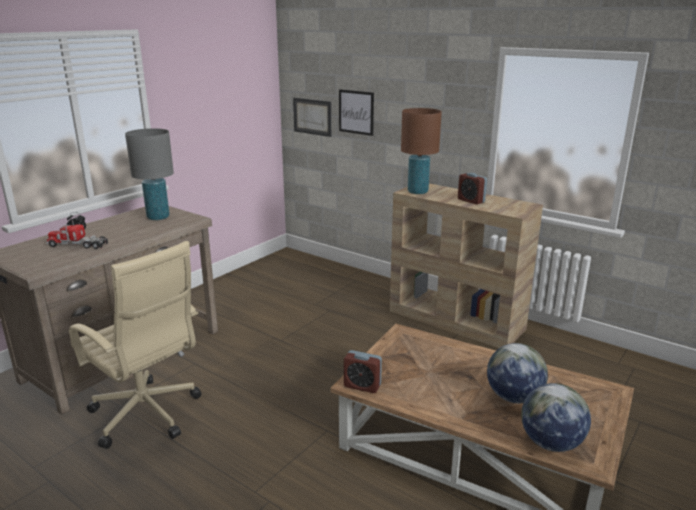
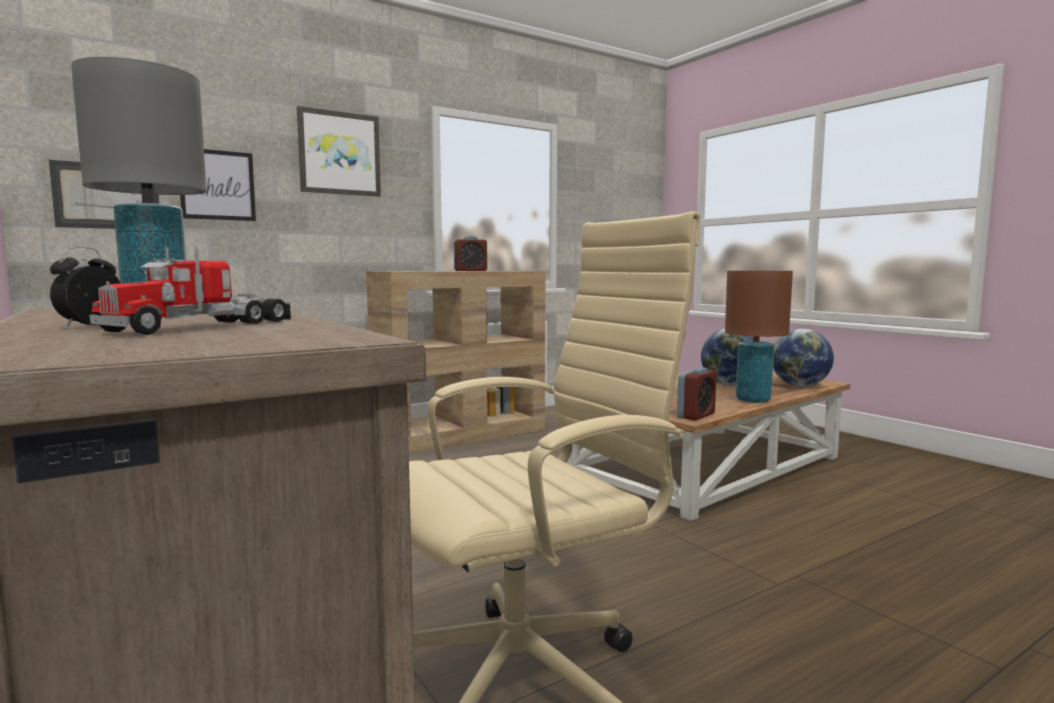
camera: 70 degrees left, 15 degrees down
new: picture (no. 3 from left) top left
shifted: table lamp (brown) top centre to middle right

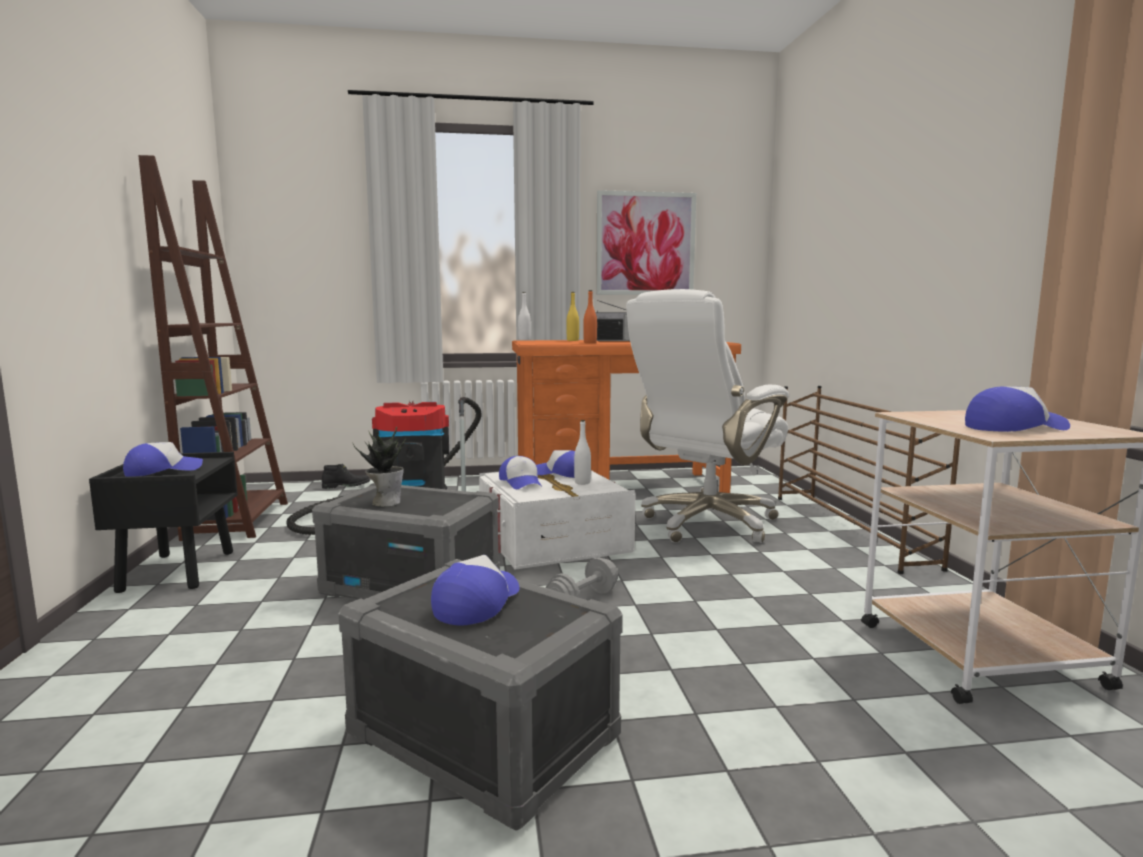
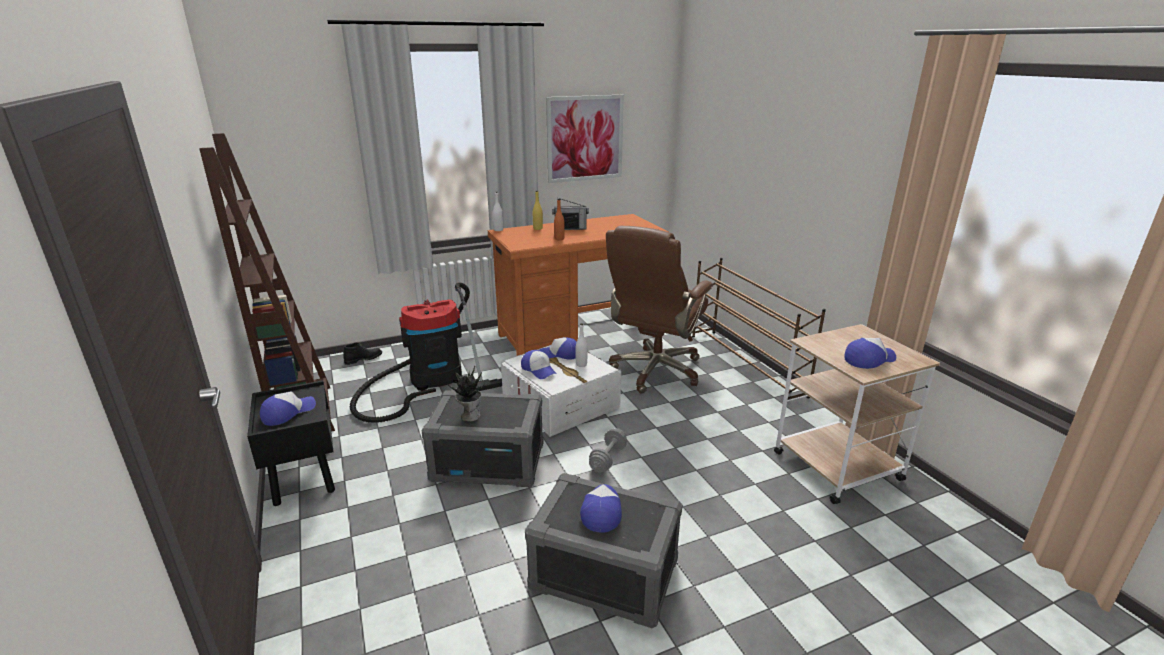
camera: 15 degrees left, 15 degrees up
repainted: office chair (white) centre to office chair (brown) centre

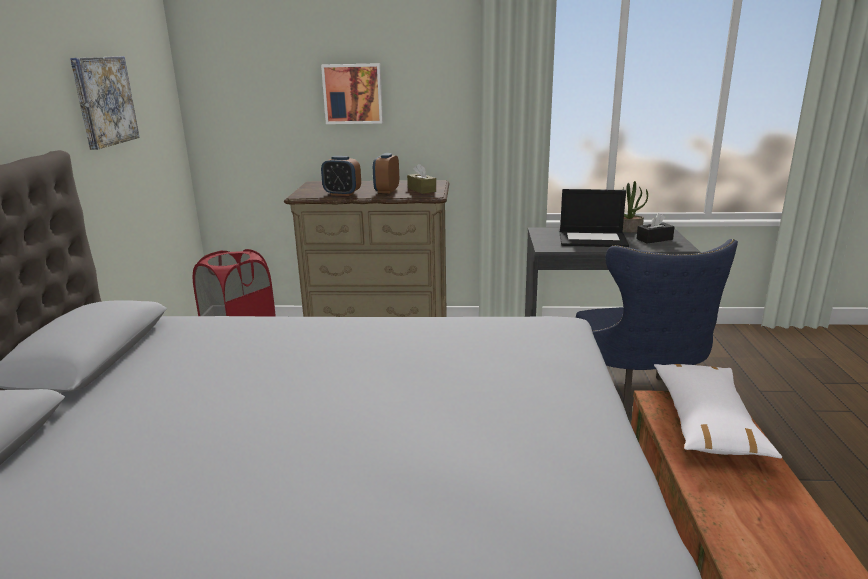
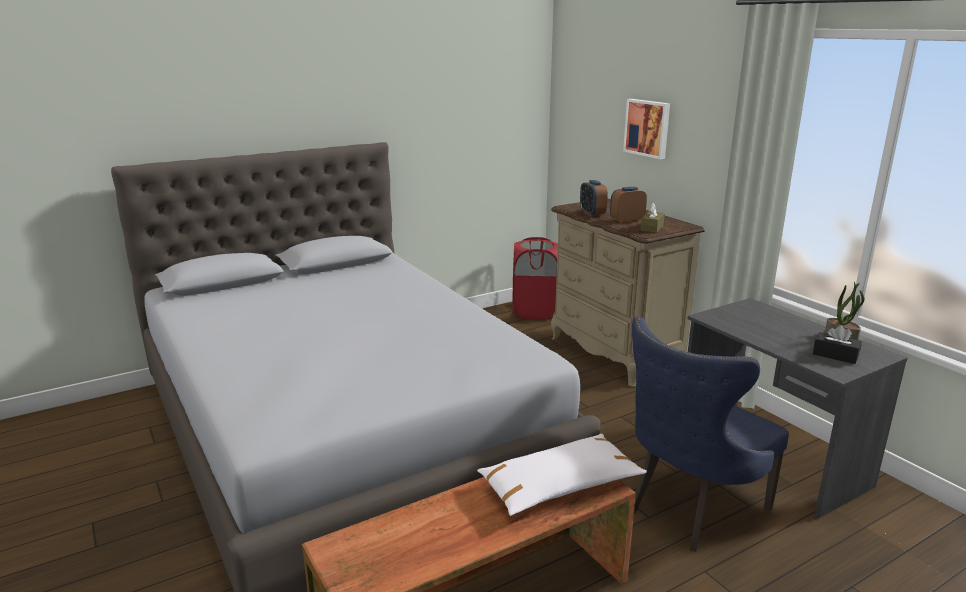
camera: 55 degrees right, 0 degrees up
gone: picture (no. 1 from left) top left; laptop middle right

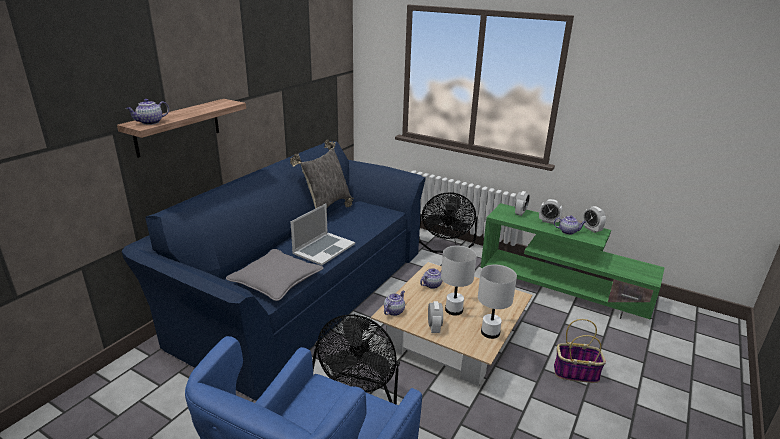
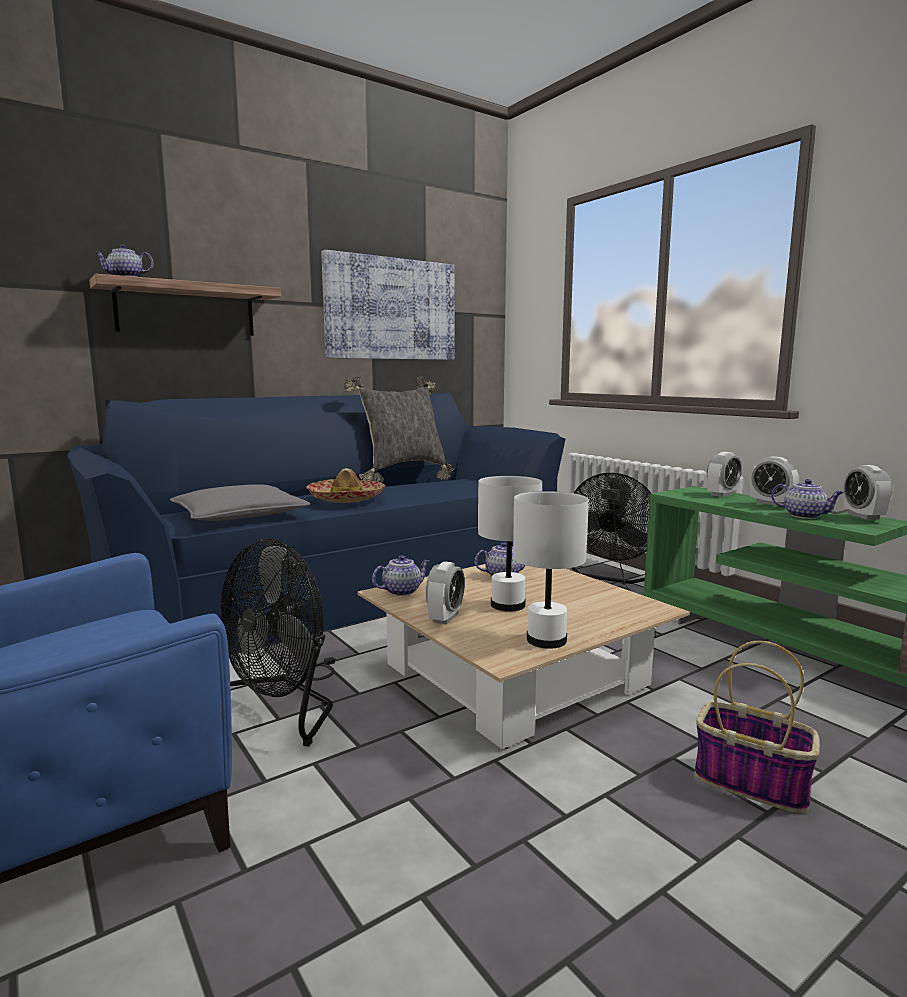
camera: 25 degrees right, 15 degrees down
new: picture top centre
swapped: laptop centre to hat centre

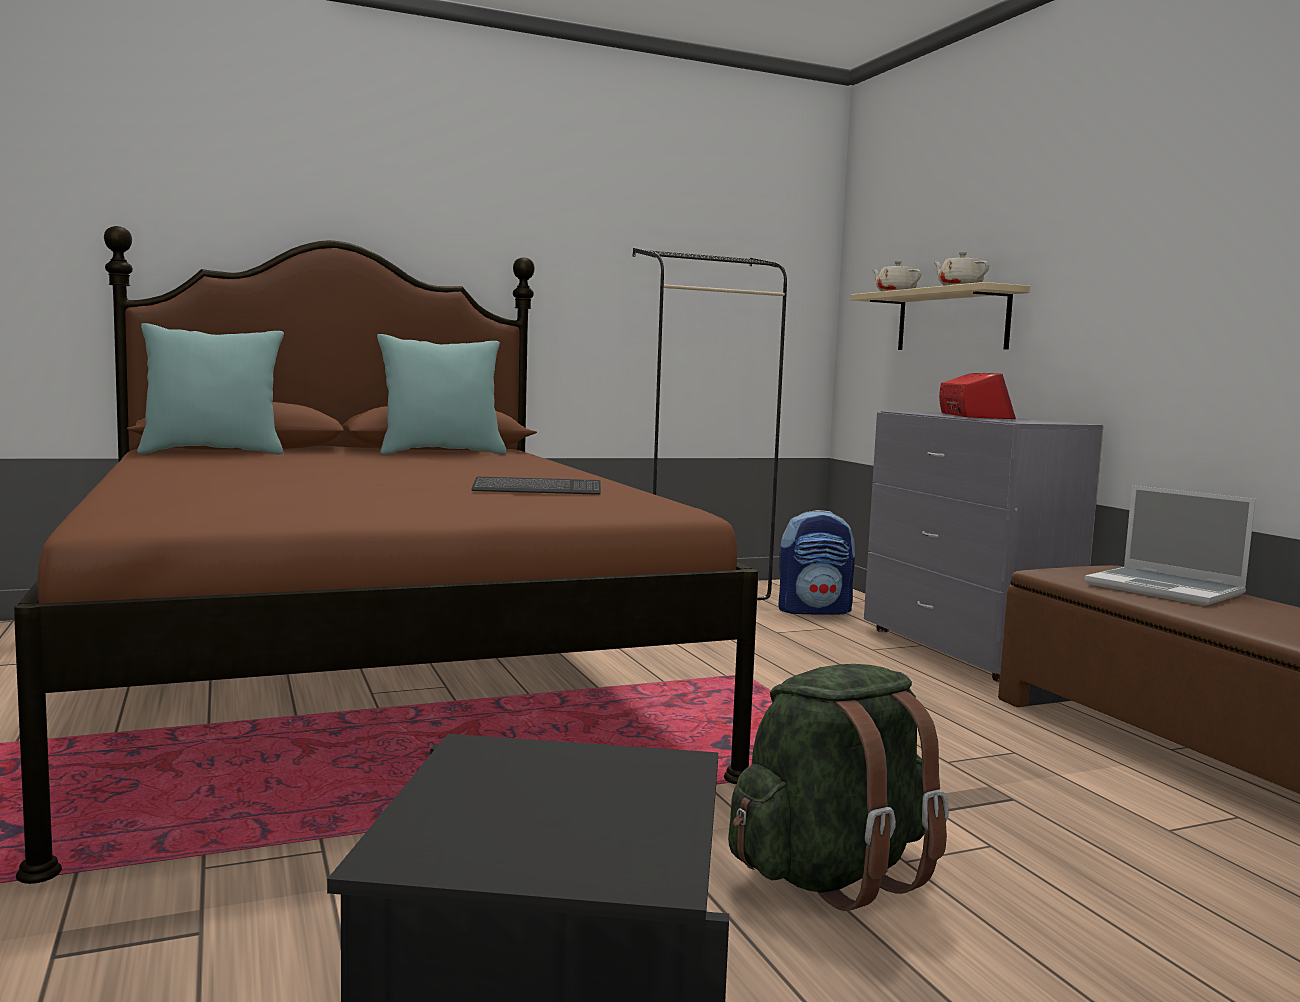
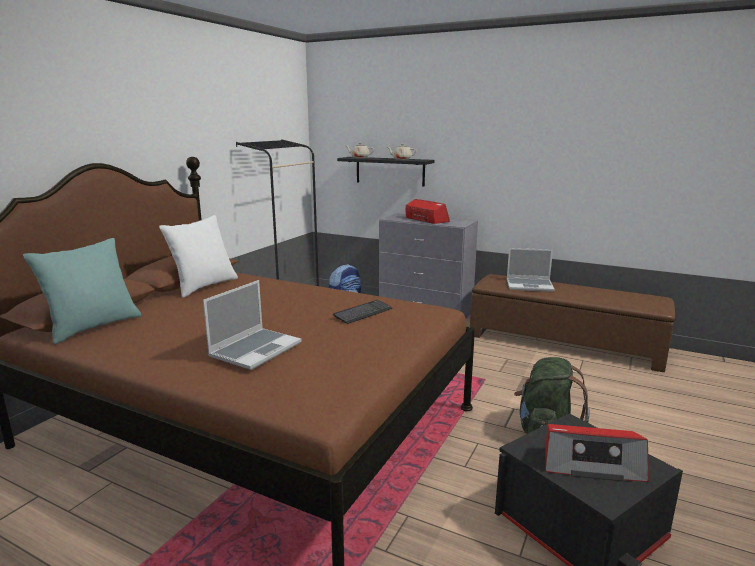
camera: 40 degrees left, 10 degrees up
new: laptop (no. 1 from left) centre; radio (no. 2 from left) bottom right
repainted: pillow (turquoise) (no. 2 from left) centre to pillow (white) middle left; shelf (beige) top right to shelf (black) top centre

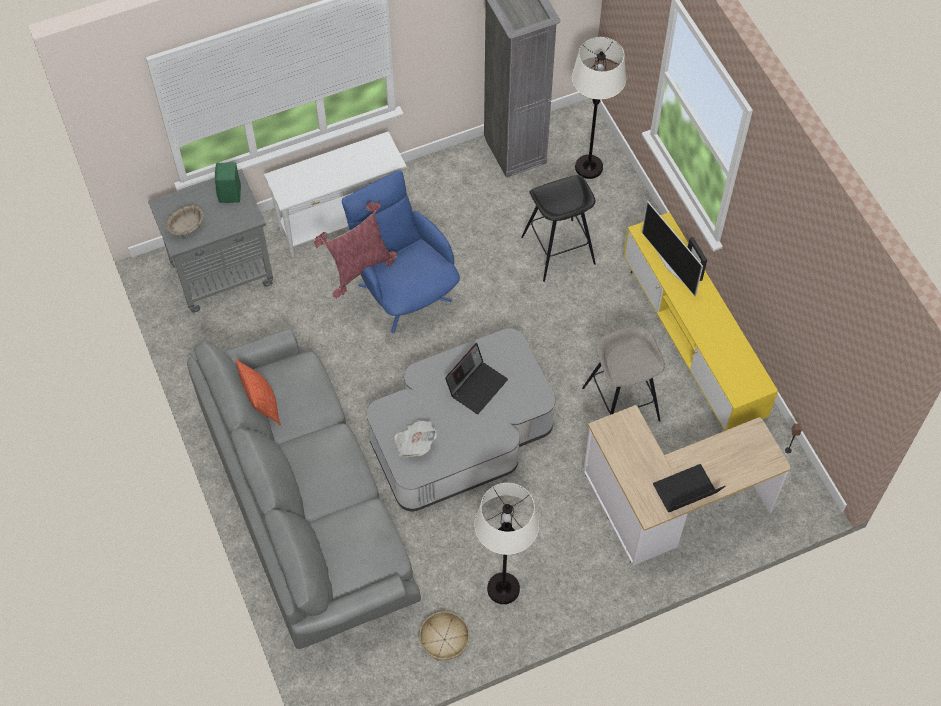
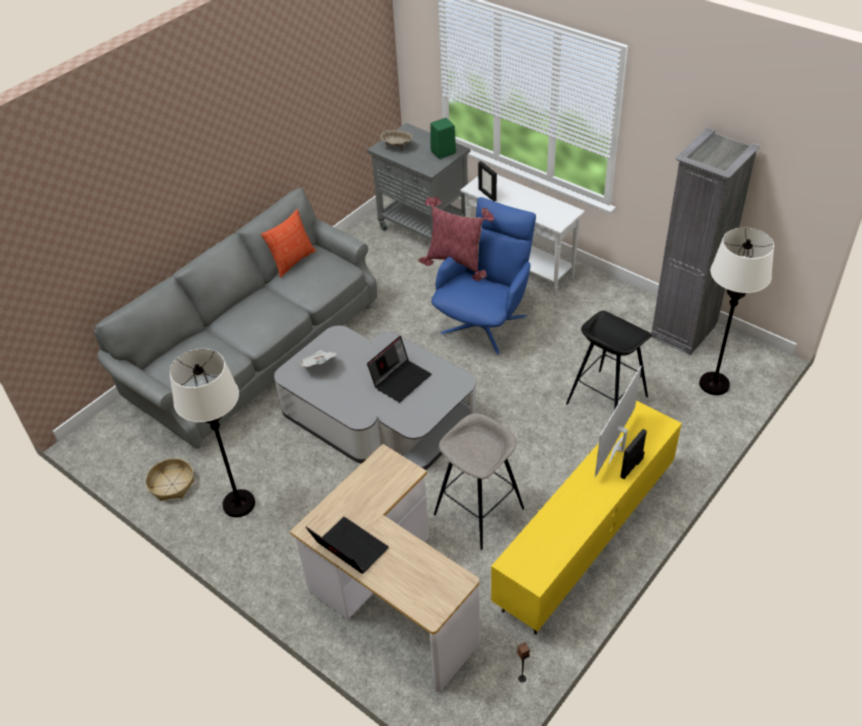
camera: 65 degrees right, 15 degrees down
new: picture frame (no. 1 from left) top centre
rotated: laptop (no. 1 from left in the first image) centre = centre 60 degrees counterclockwise

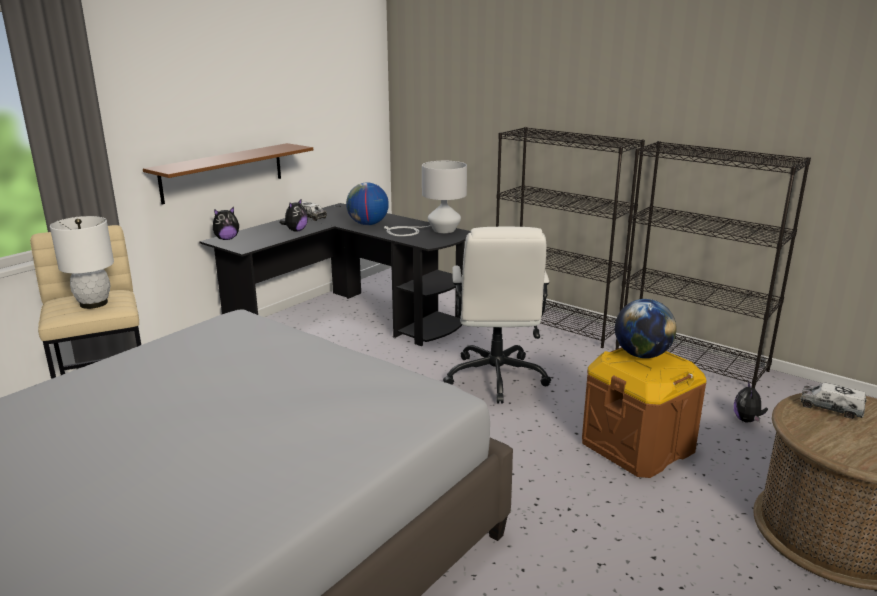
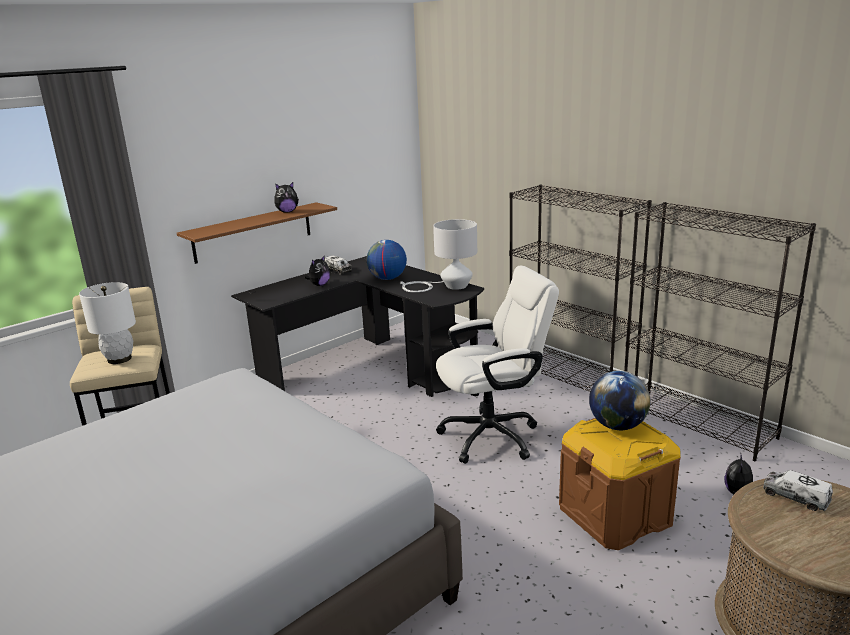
camera: 10 degrees right, 0 degrees up
shifted: plush toy (no. 1 from left) middle left to top centre
rotated: office chair (white) centre = centre 120 degrees counterclockwise

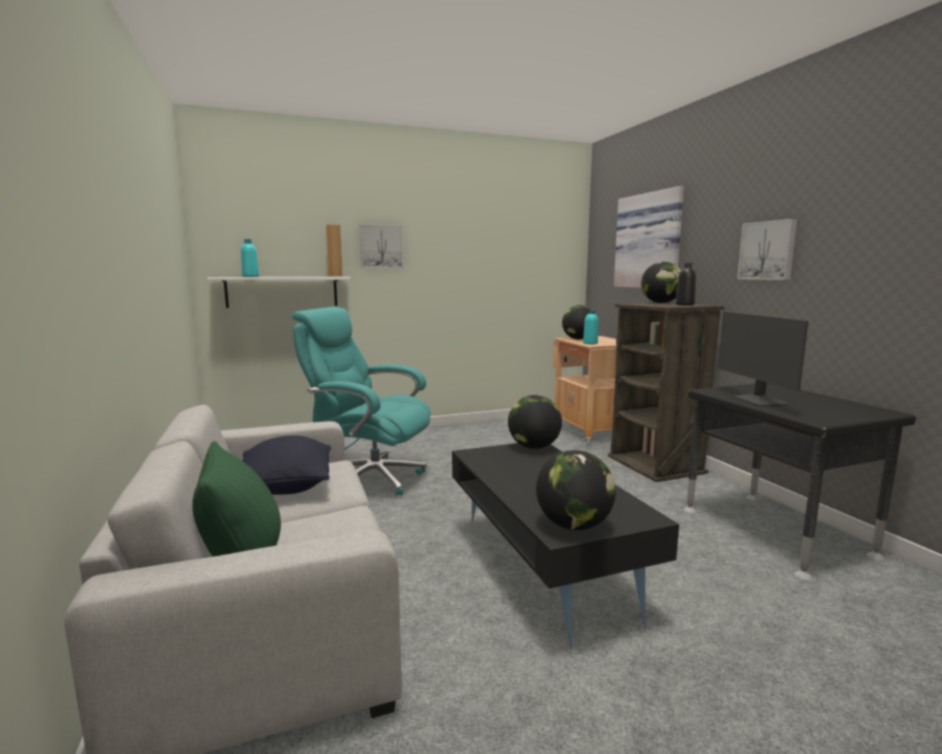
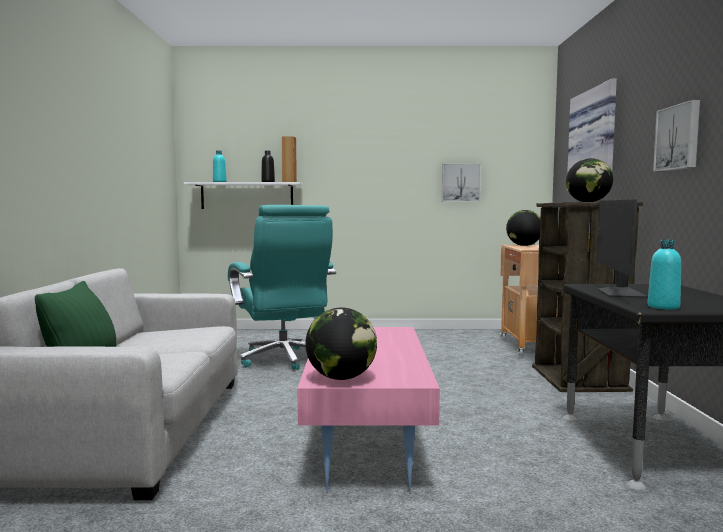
camera: 20 degrees right, 5 degrees down
gone: pillow (black) middle left; globe (no. 1 from left) centre
shifted: bottle (black) middle right to top centre; picture (no. 1 from left) top centre to centre; bottle (turquoise) (no. 2 from left) centre to middle right
repainted: coffee table (black) bottom centre to coffee table (pink) bottom centre
rotated: office chair (turquoise) centre = centre 150 degrees counterclockwise

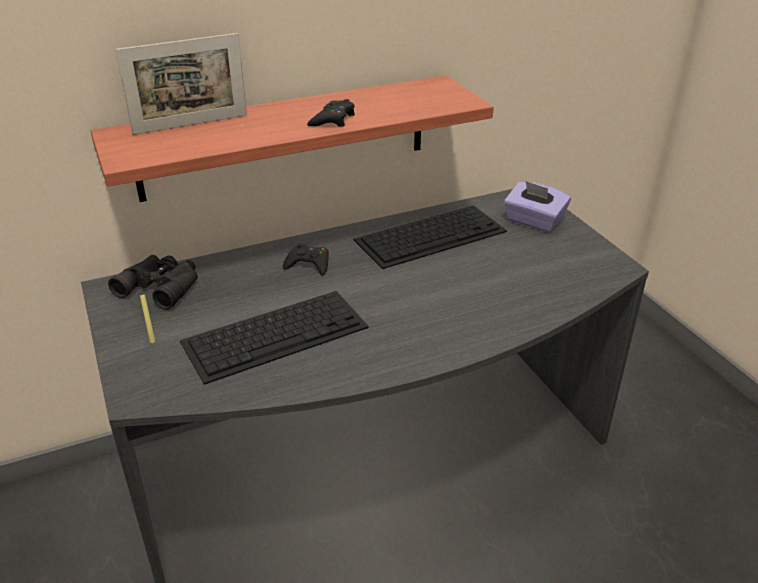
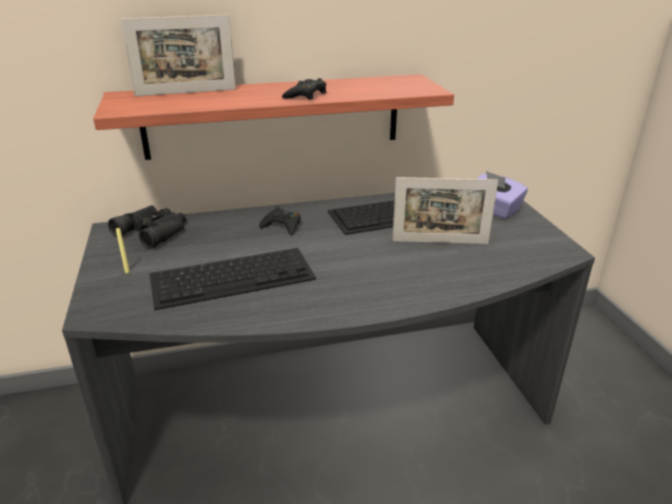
camera: 10 degrees right, 5 degrees down
new: picture frame (no. 2 from left) centre

